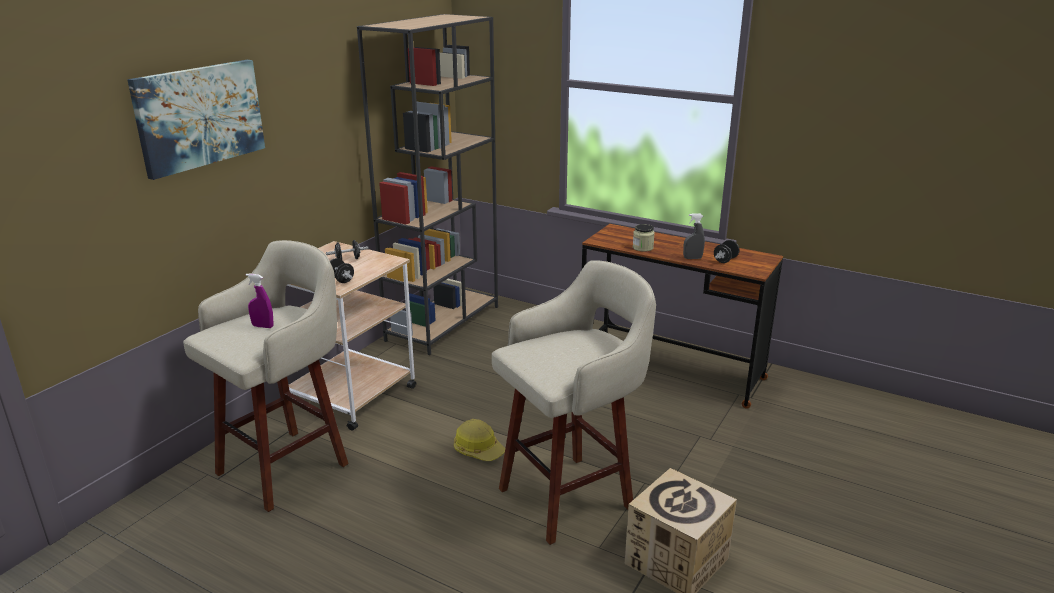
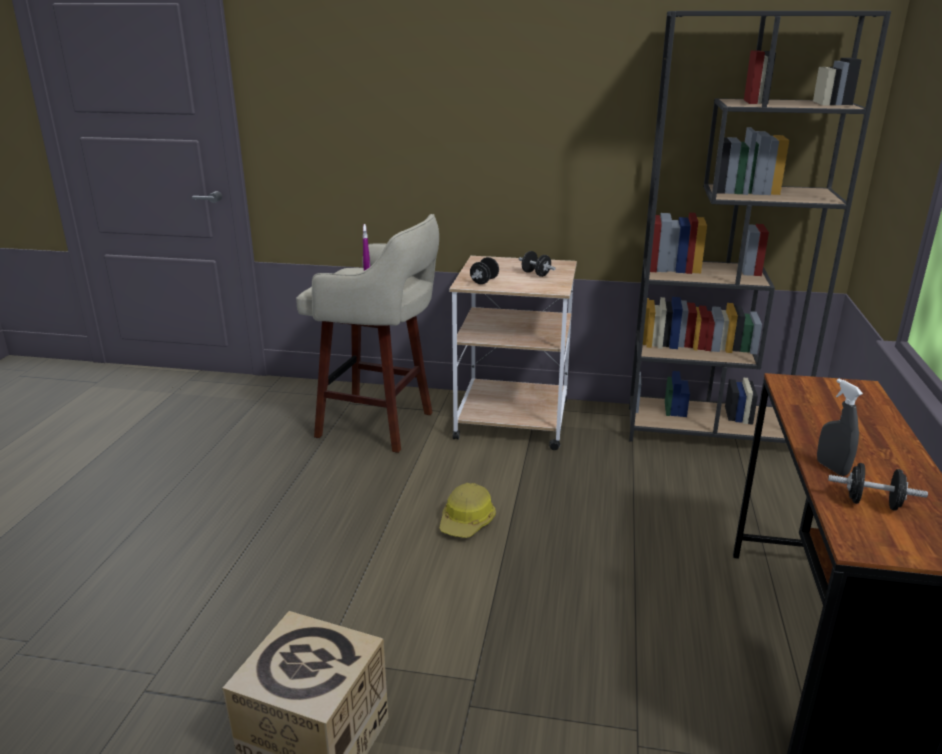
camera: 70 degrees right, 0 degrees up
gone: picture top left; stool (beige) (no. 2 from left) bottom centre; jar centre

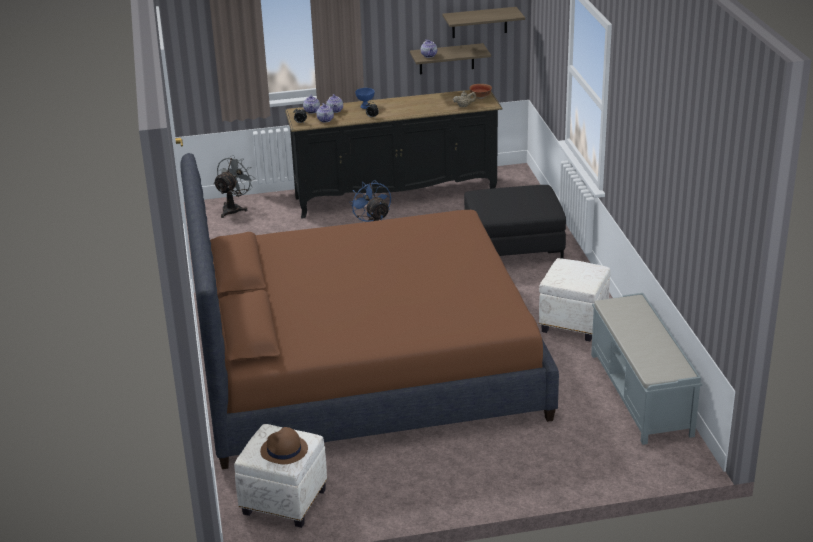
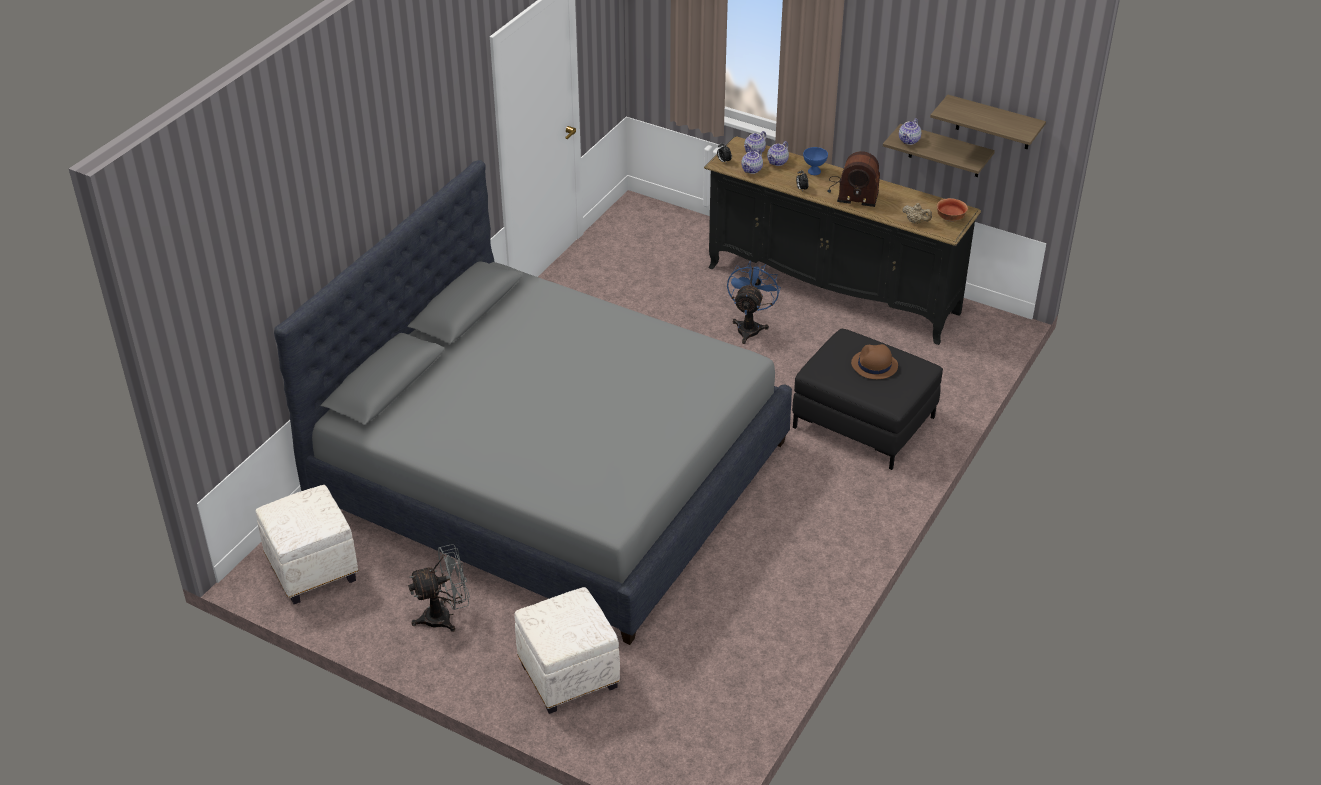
camera: 40 degrees right, 10 degrees up
gone: bench (grey) bottom right
new: radio top centre
shifted: fan (grey) middle left to bottom left; ottoman (white) (no. 2 from left) middle right to bottom centre; hat (brown) bottom centre to centre
repainted: bed (brown) centre to bed (grey) centre

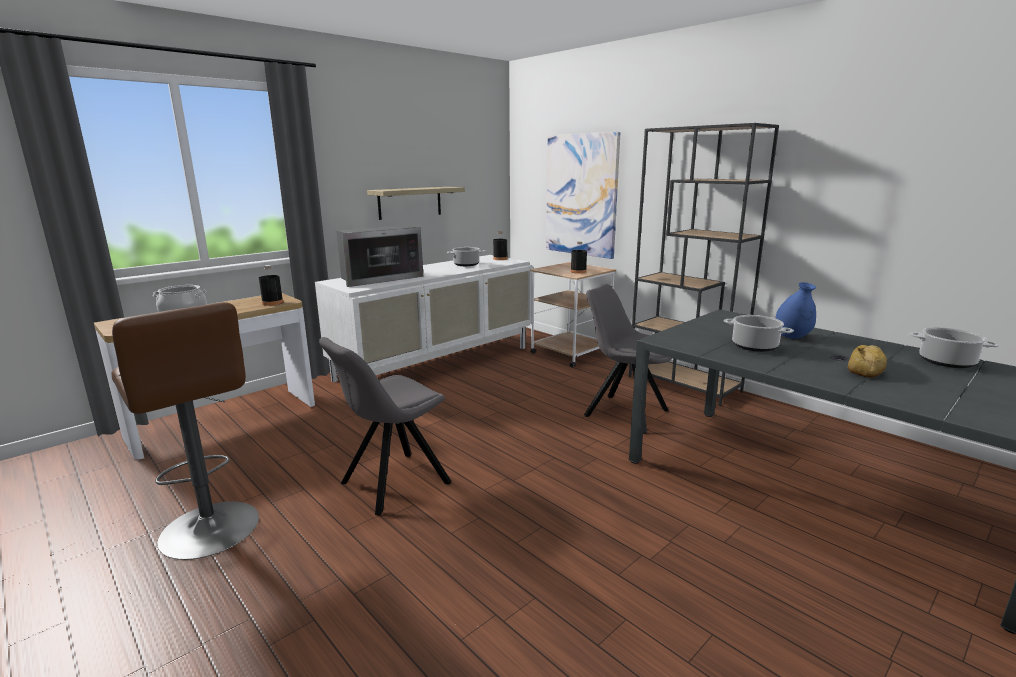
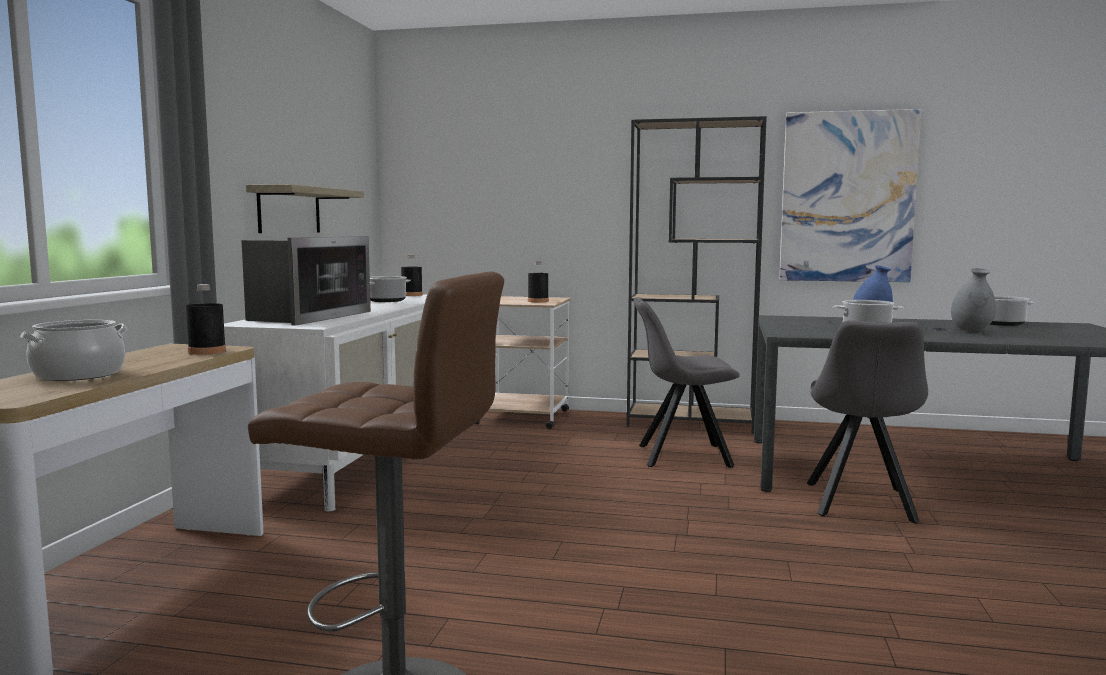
camera: 35 degrees left, 10 degrees down
shifted: picture top centre to top right; chair (grey) (no. 1 from left in the first image) centre to chair (grey) (no. 2 from left) middle right
swapped: bread middle right to vase (grey) middle right

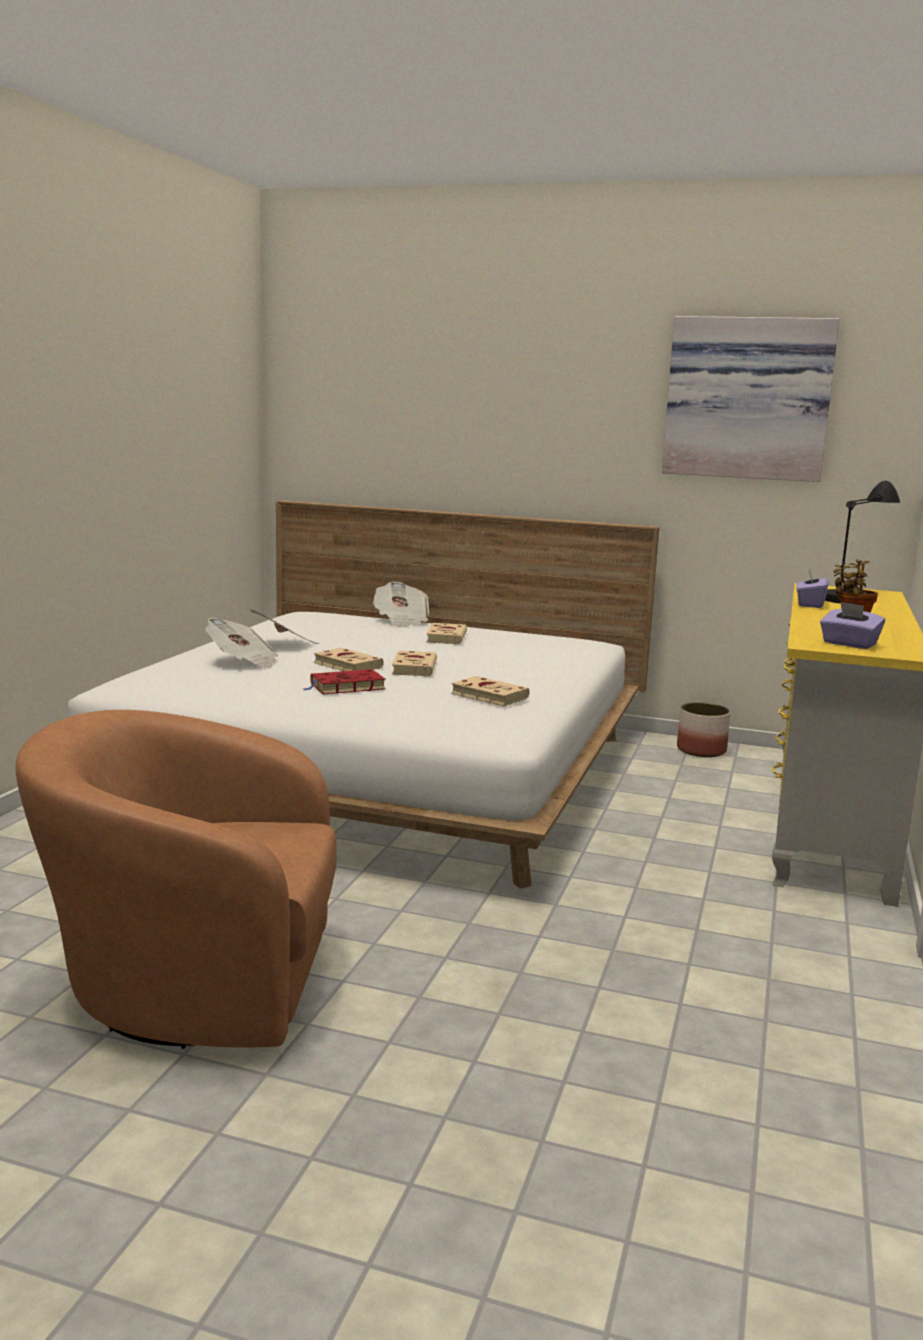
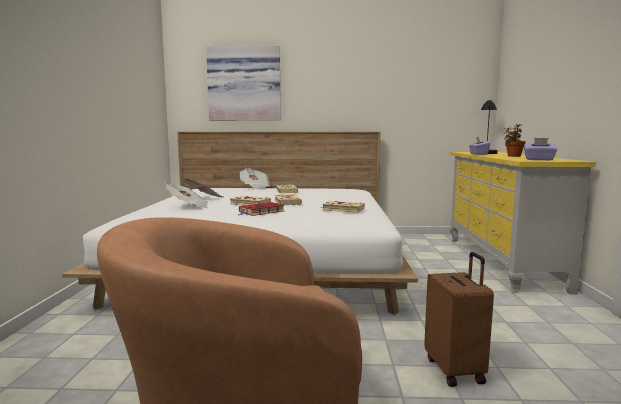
camera: 15 degrees left, 5 degrees down
gone: planter middle right
new: suitcase (brown) bottom right
shifted: picture top right to top centre

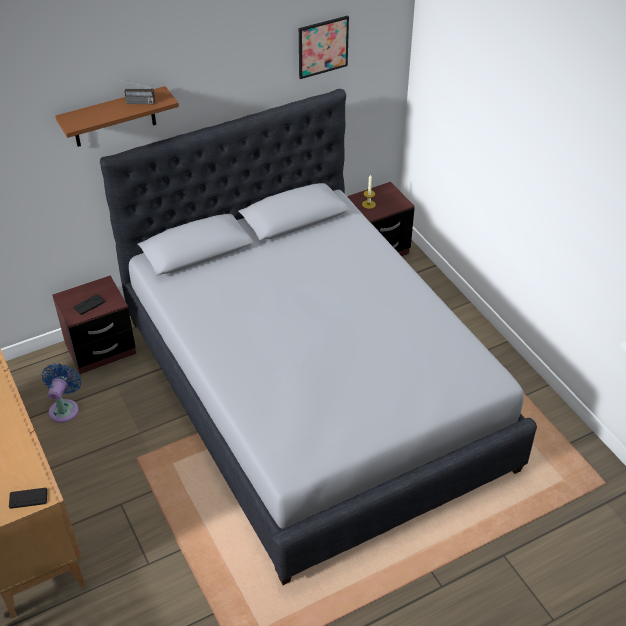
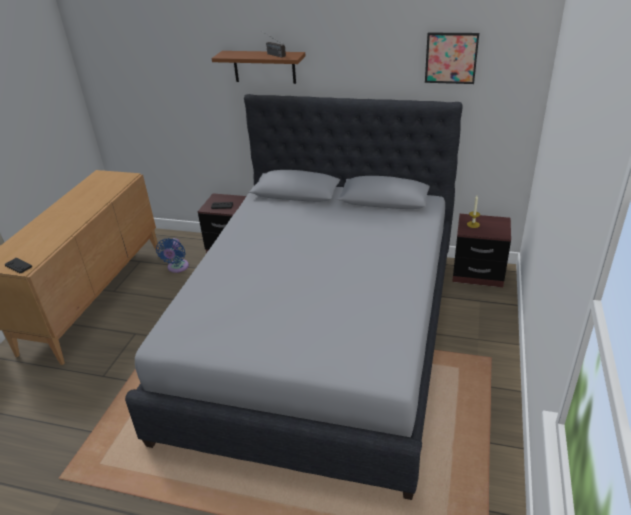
camera: 45 degrees right, 10 degrees down
rotated: fan (blue) middle left = middle left 135 degrees clockwise

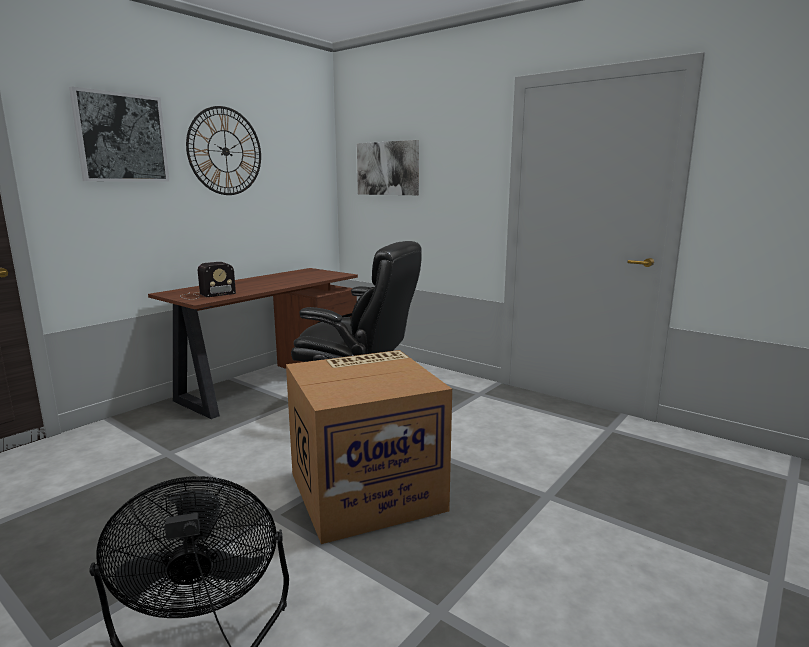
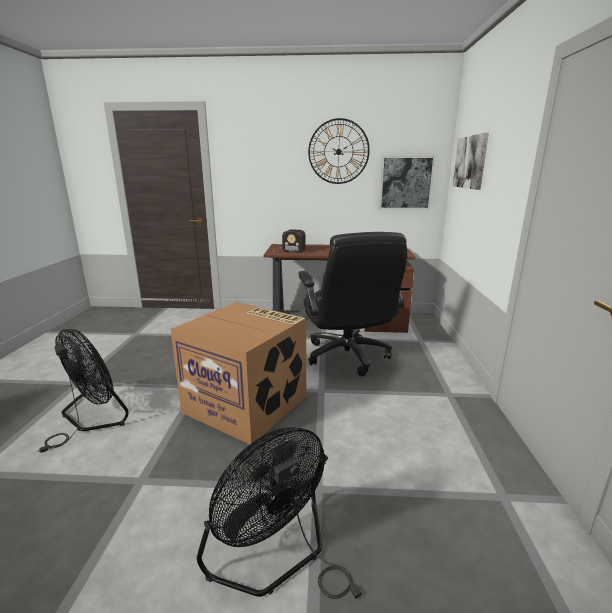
camera: 55 degrees right, 5 degrees up
new: fan (black) (no. 2 from left) bottom centre
shifted: picture (no. 1 from left) top left to top centre

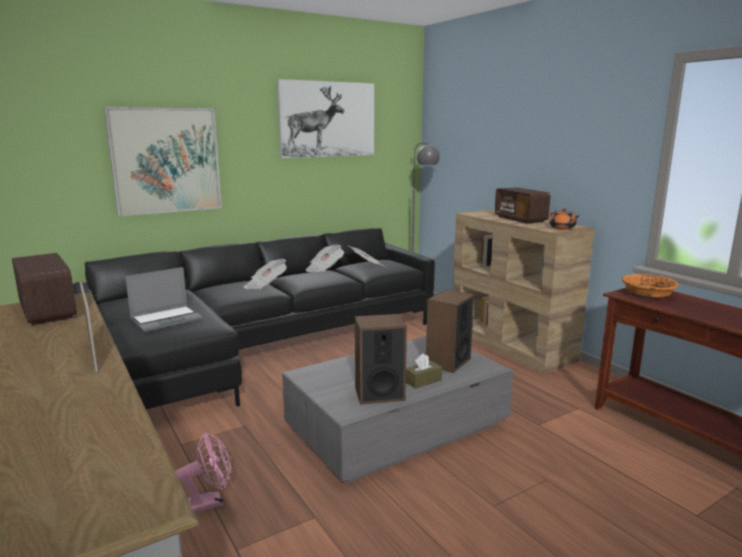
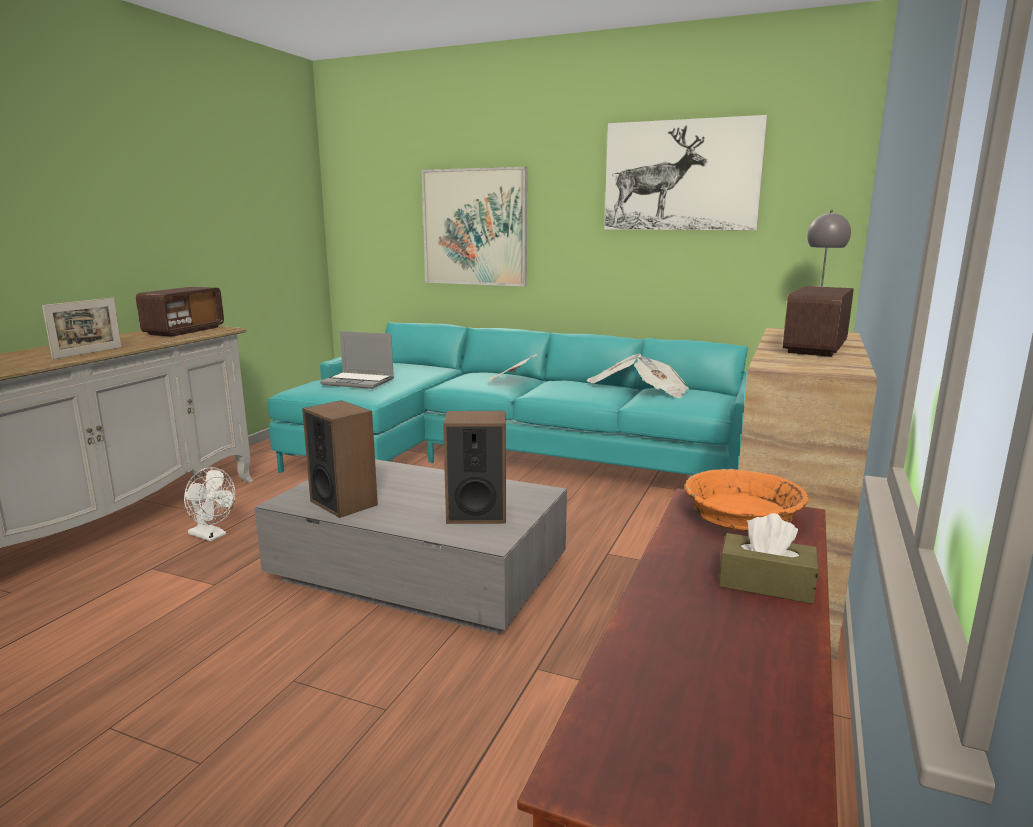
camera: 55 degrees right, 0 degrees up
gone: teapot (orange) middle right
shifted: tissue box (brown) centre to bottom right
repainted: fan (pink) bottom left to fan (white) middle left; sofa (black) centre to sofa (turquoise) centre

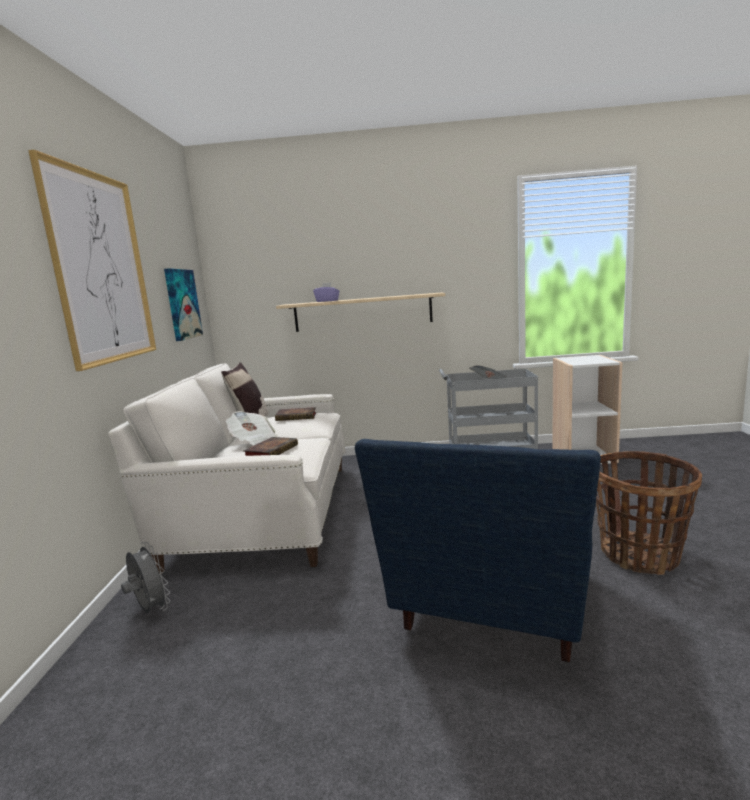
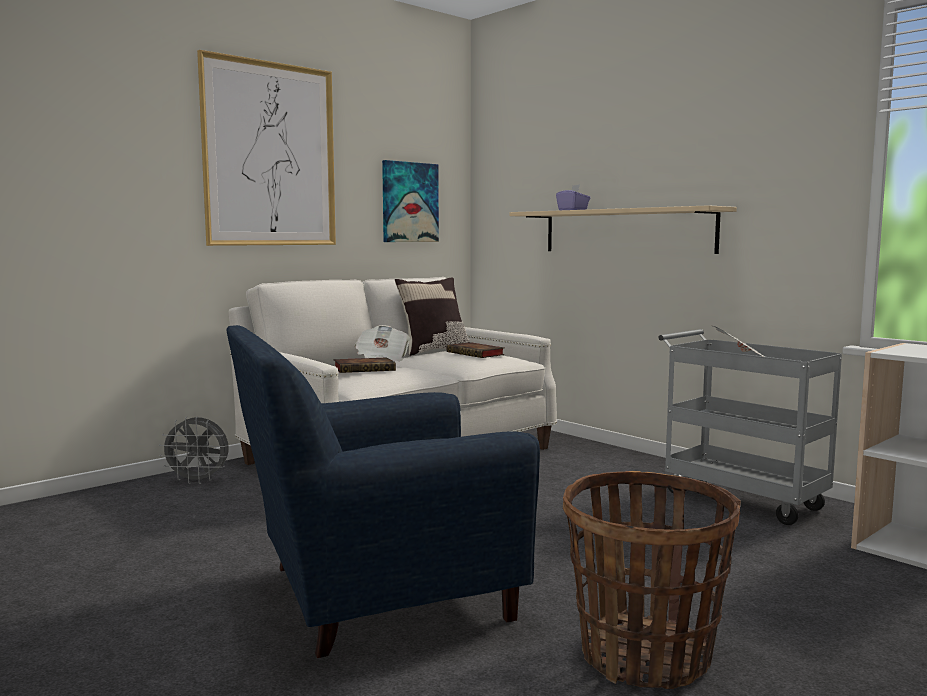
camera: 45 degrees right, 5 degrees down
rotated: fan (grey) bottom left = middle left 90 degrees clockwise

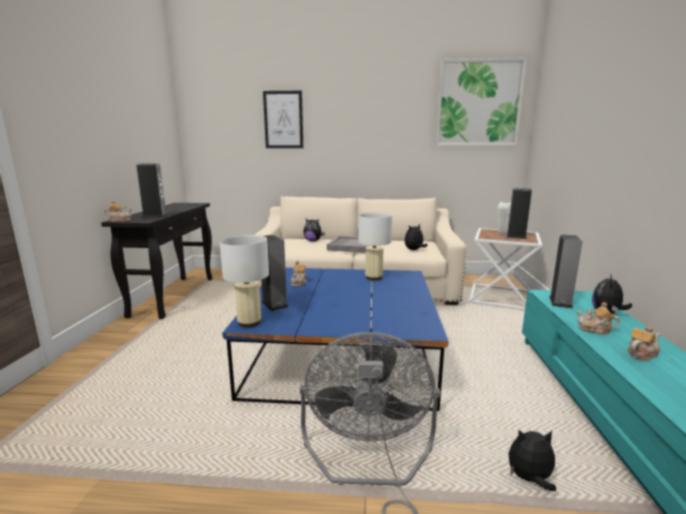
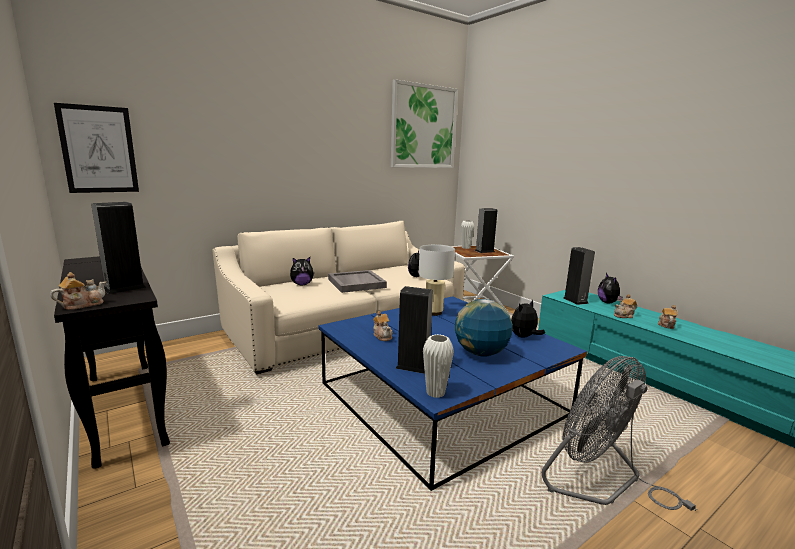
camera: 40 degrees left, 0 degrees up
new: globe centre
shifted: picture (no. 1 from left) top centre to top left; plush toy (no. 3 from left) bottom right to centre
swapped: table lamp (white) (no. 1 from left) centre to vase (white) (no. 1 from left) bottom centre

